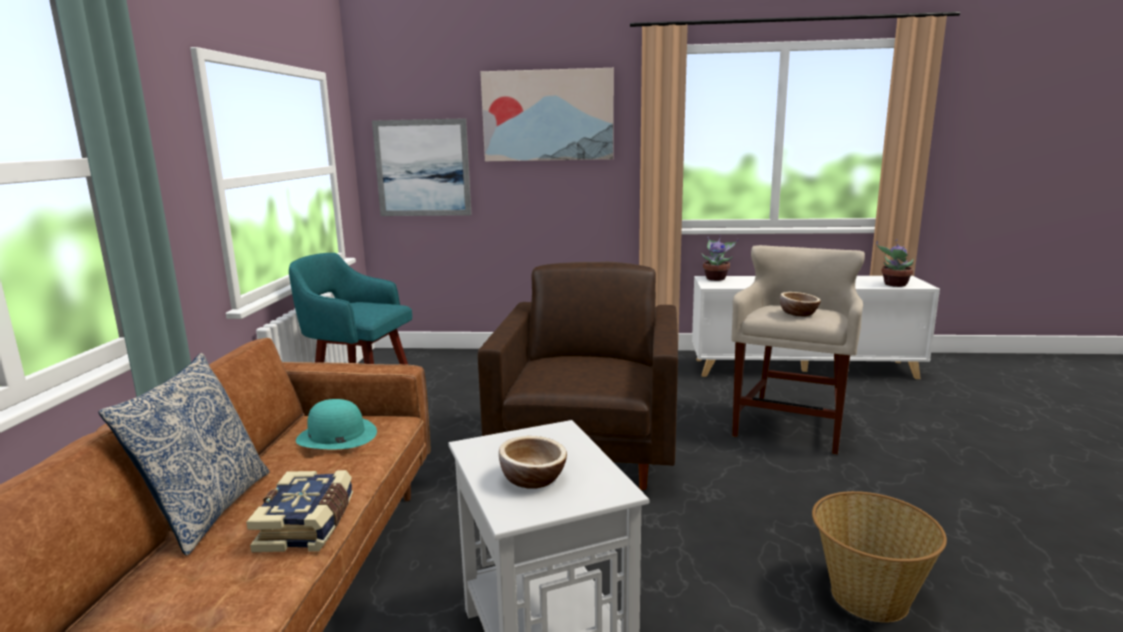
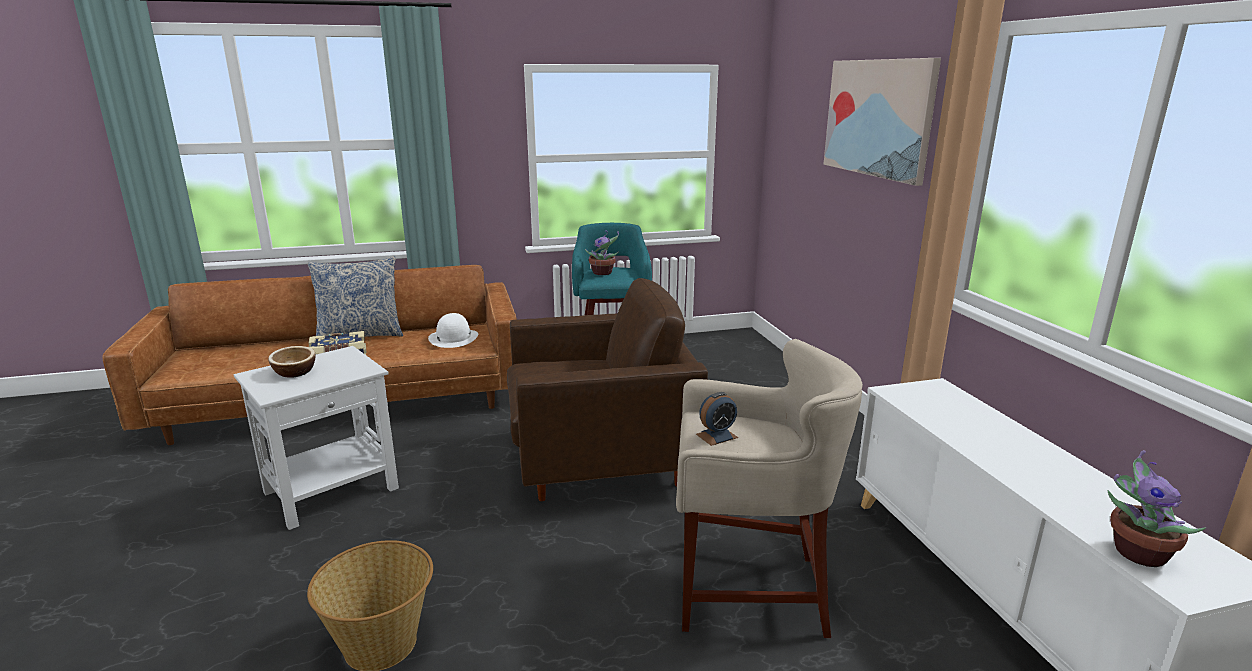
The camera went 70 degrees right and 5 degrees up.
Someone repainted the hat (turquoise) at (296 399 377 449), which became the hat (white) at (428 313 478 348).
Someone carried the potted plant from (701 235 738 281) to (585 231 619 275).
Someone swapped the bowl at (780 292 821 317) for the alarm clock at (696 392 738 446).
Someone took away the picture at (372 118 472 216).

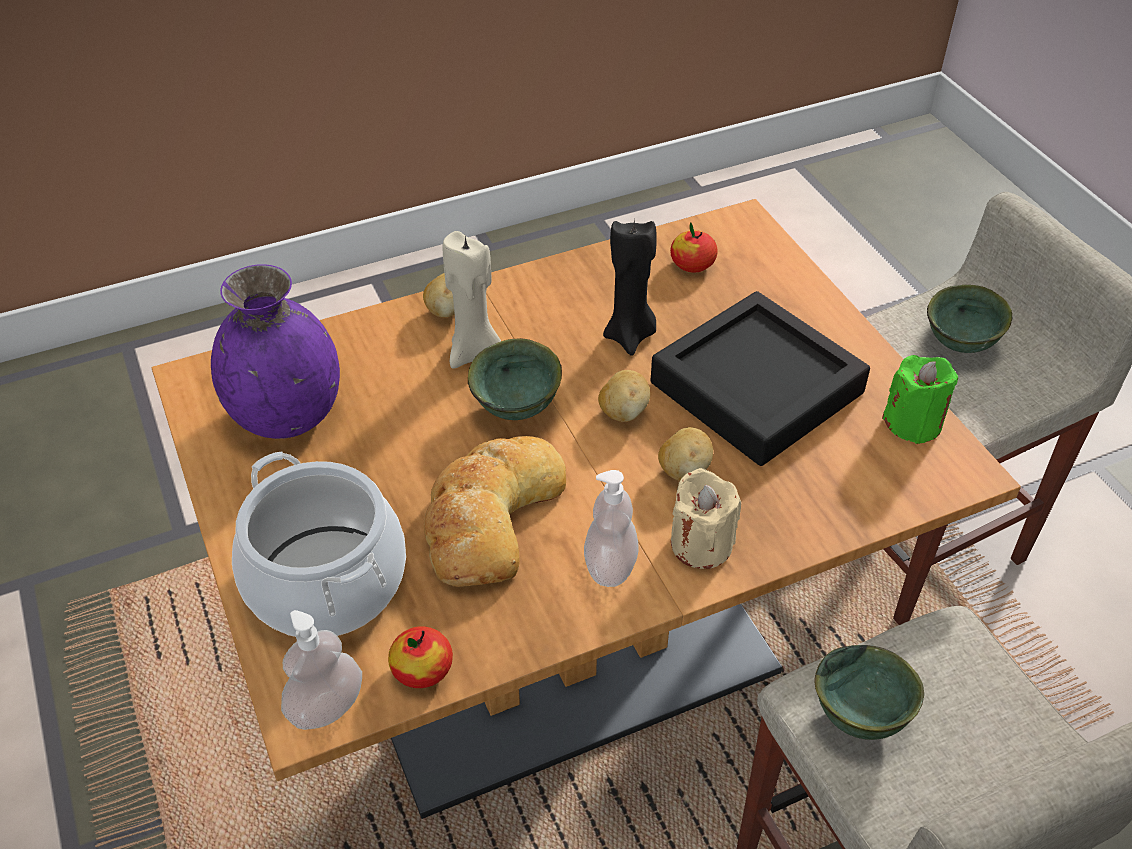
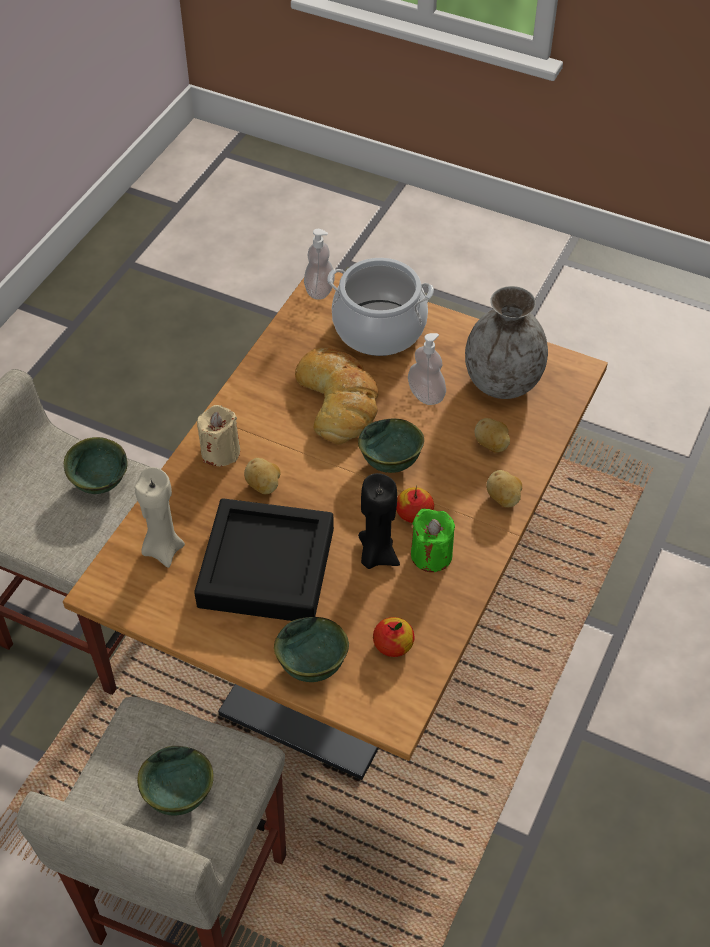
The camera went 140 degrees right and 5 degrees up.
Someone carried the candle (beige) from (443 231 501 368) to (135 467 185 568).
Someone put down the bowl (green) at (274 617 349 682).
Someone carried the apple from (388 626 453 688) to (396 484 434 523).
Someone carried the soap dispenser from (584 470 639 587) to (408 333 446 405).
Someone carried the candle (green) from (882 355 959 444) to (411 509 455 572).
Someone repainted the vase (purple) at (211 264 340 439), which became the vase (grey) at (465 286 548 399).
Someone carried the potato from (598 370 650 422) to (474 418 510 453).

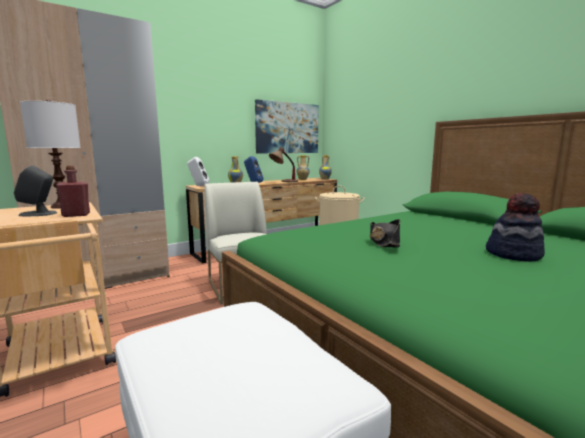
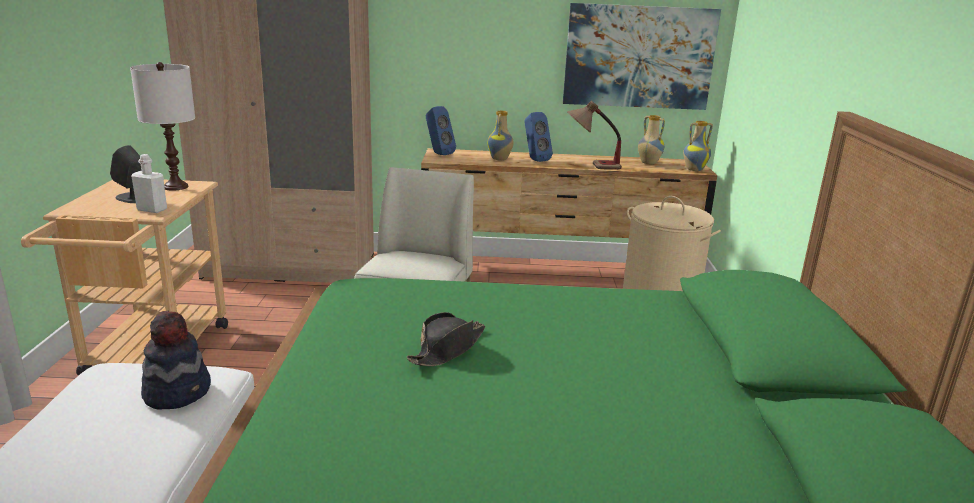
The camera went 35 degrees right and 10 degrees up.
Someone repainted the bottle (red) at (56 166 90 217), which became the bottle (white) at (131 154 167 213).
Someone carried the hat from (486 193 545 262) to (141 310 211 410).
Someone repainted the speaker (white) at (187 157 210 186), which became the speaker (blue) at (426 106 456 155).

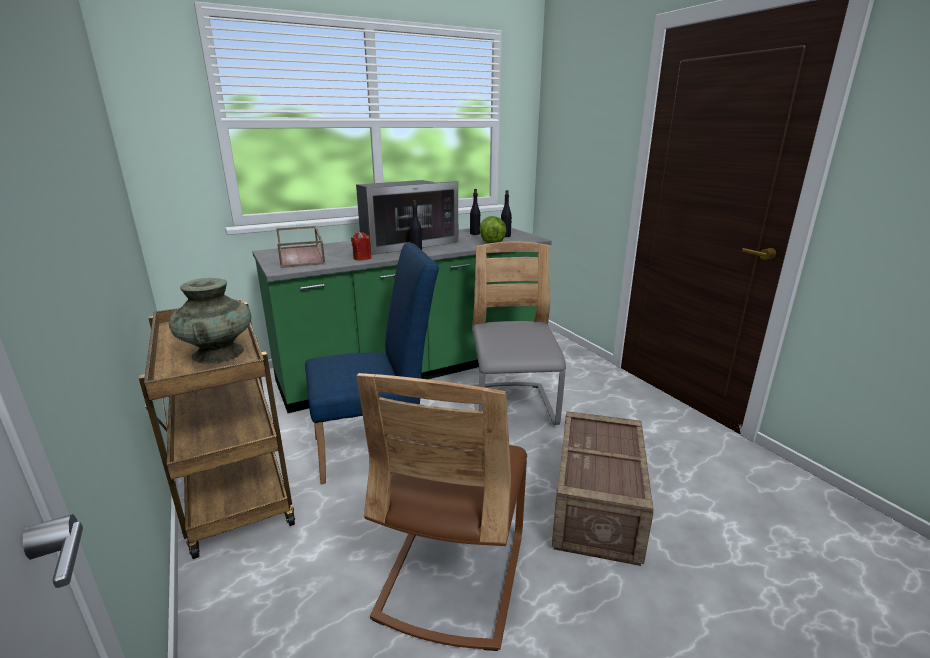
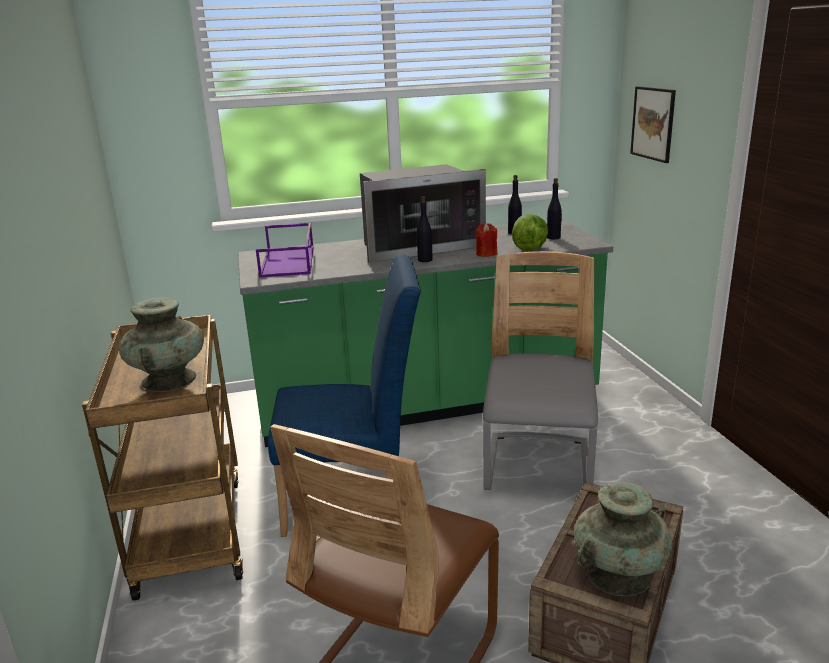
The camera went 15 degrees right and 0 degrees up.
Someone repainted the tray (brown) at (276 226 325 268), which became the tray (purple) at (256 223 313 278).
Someone carried the candle (red) from (351 232 372 261) to (475 223 497 257).
Someone put down the vase (turquoise) at (574 482 673 596).
Someone put up the picture at (630 86 676 163).

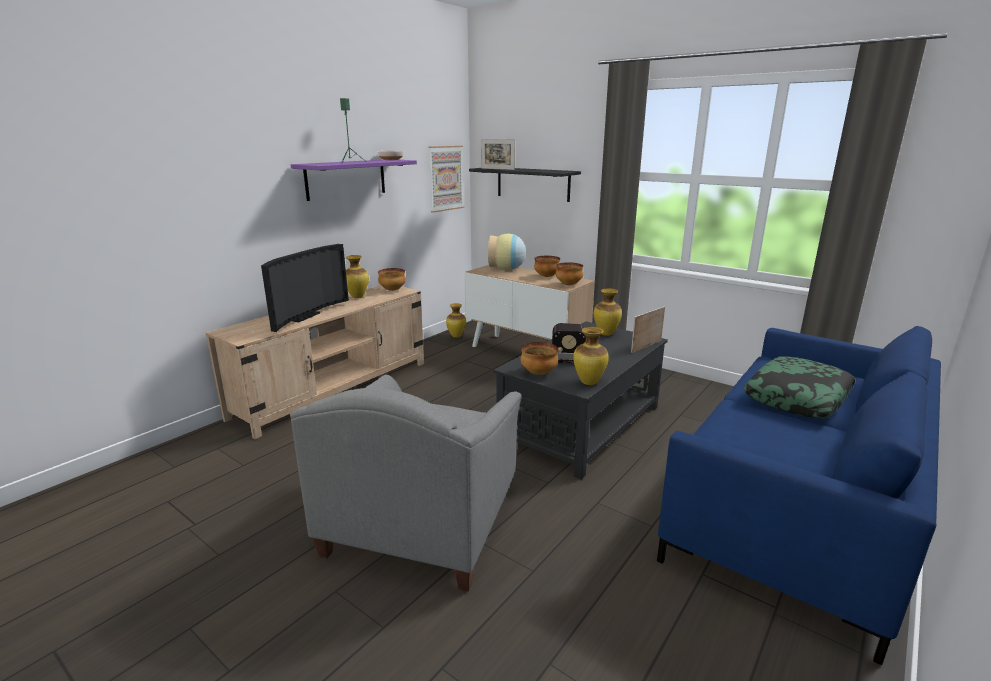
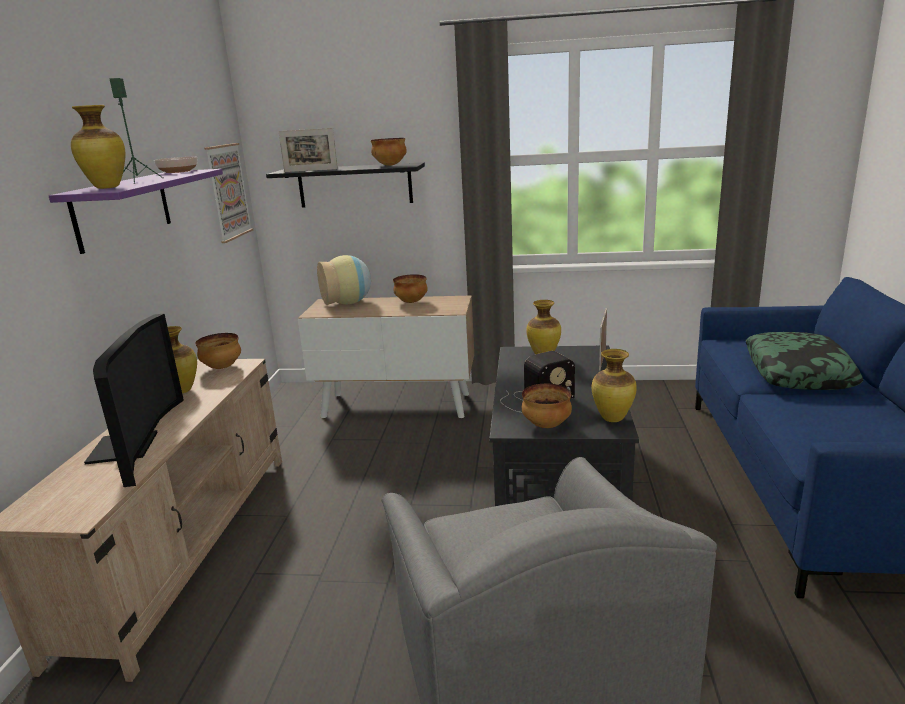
The camera went 30 degrees left and 0 degrees up.
Someone carried the vase from (446 303 466 338) to (71 105 125 189).
Someone carried the bowl from (556 262 583 285) to (371 138 407 166).

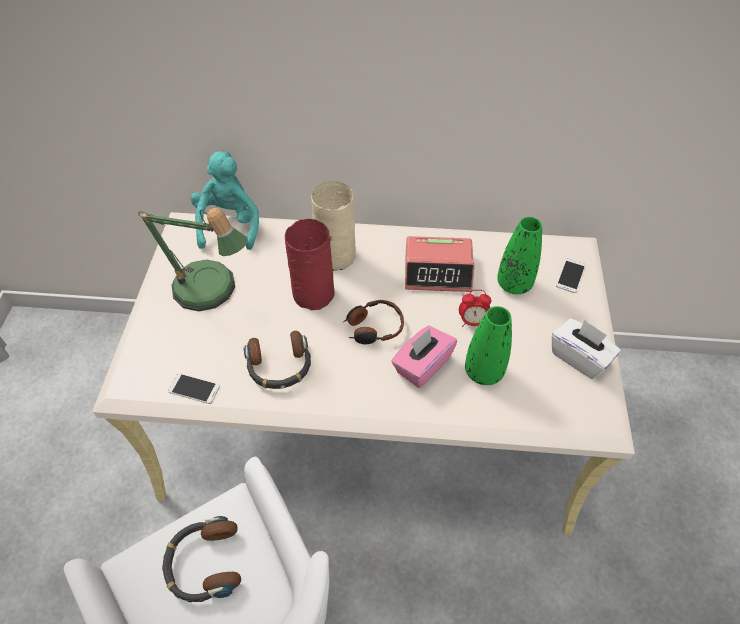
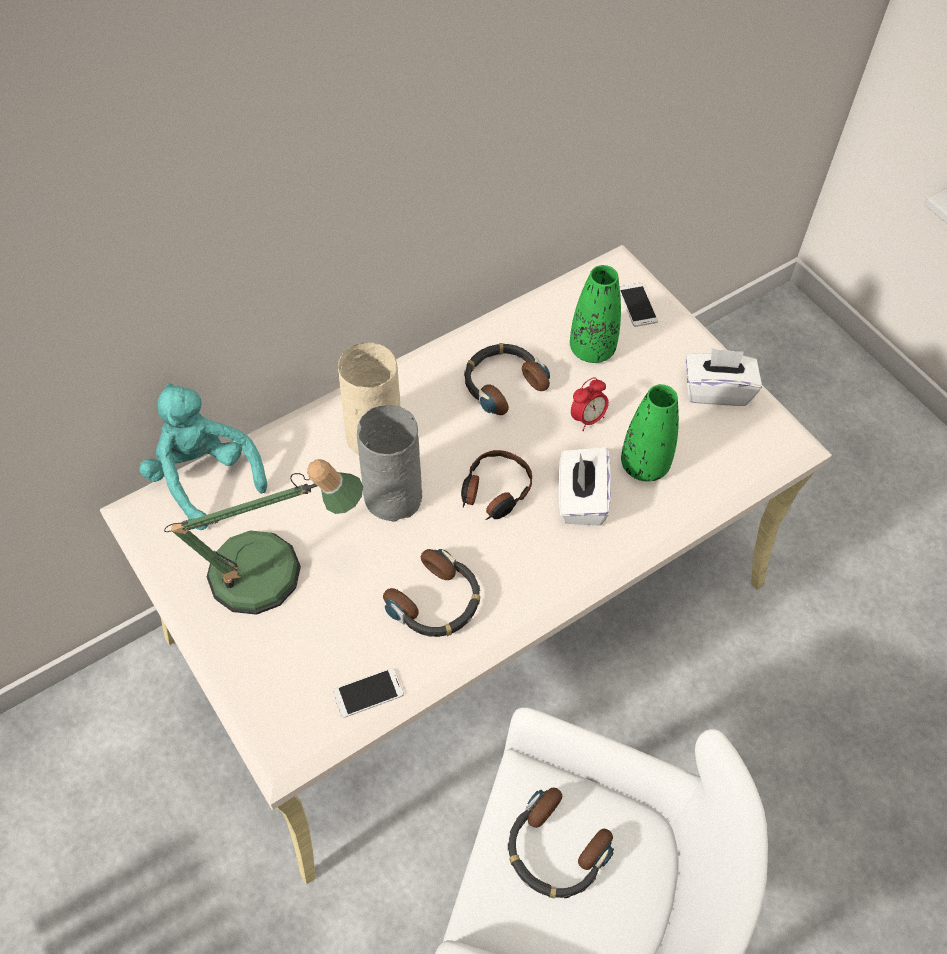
The camera went 40 degrees left and 5 degrees up.
Someone repainted the vase (red) at (285 219 335 311), which became the vase (grey) at (357 405 422 521).
Someone swapped the alarm clock at (405 236 475 292) for the headphones at (464 343 550 415).
Someone repainted the tissue box (pink) at (391 326 457 388), which became the tissue box (white) at (558 447 611 526).

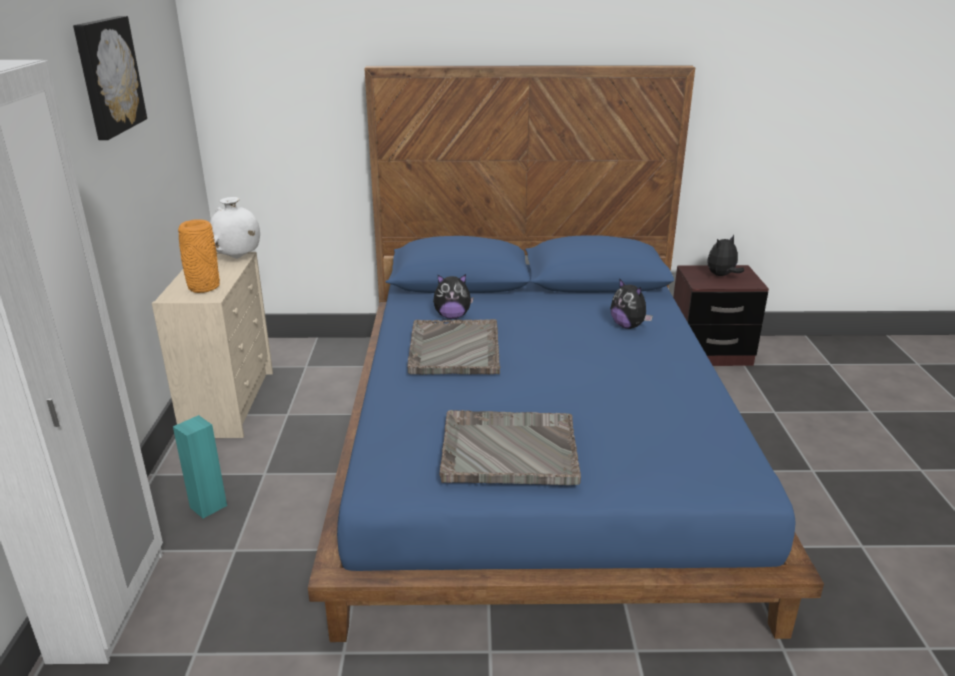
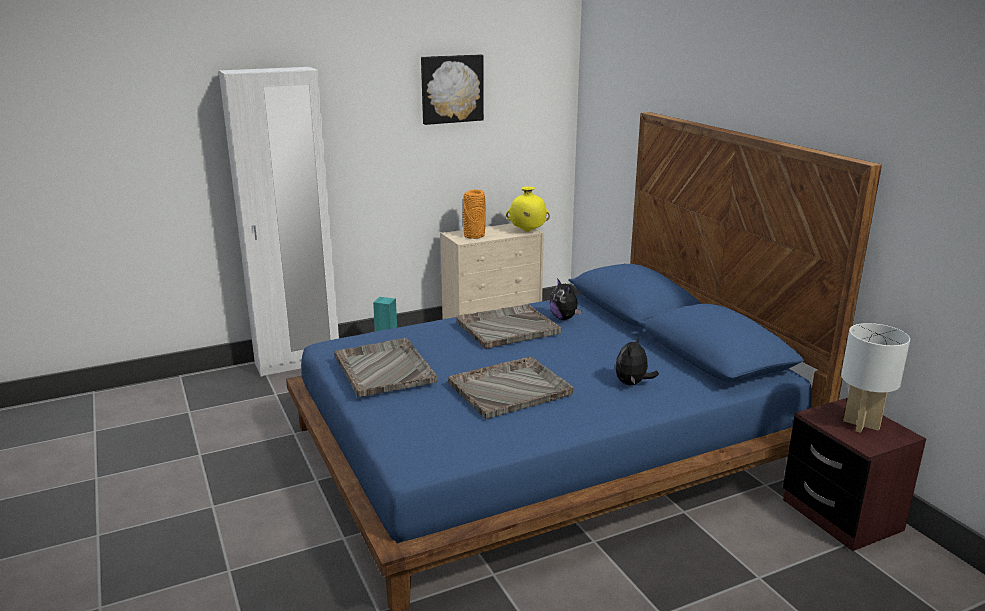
The camera went 65 degrees right and 5 degrees down.
Someone put down the tray (grey) at (448 356 573 419).
Someone repainted the vase (white) at (210 197 260 259), which became the vase (yellow) at (506 187 550 232).
Someone swapped the plush toy at (707 235 744 276) for the table lamp (white) at (841 323 910 433).

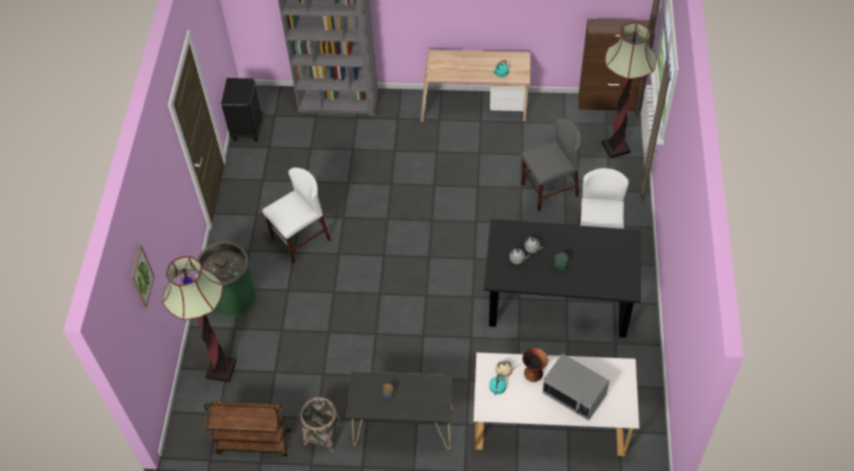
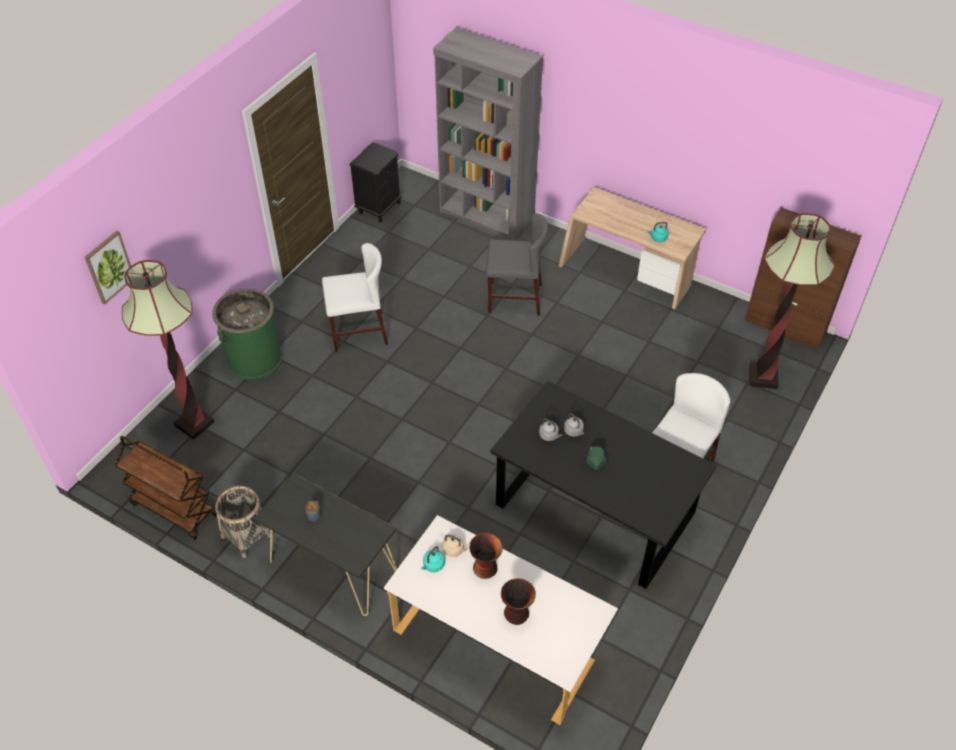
The camera went 25 degrees right and 5 degrees down.
Someone carried the chair (grey) from (521 118 582 211) to (486 213 548 316).
Someone swapped the microwave at (542 353 609 420) for the vase at (501 578 536 625).

